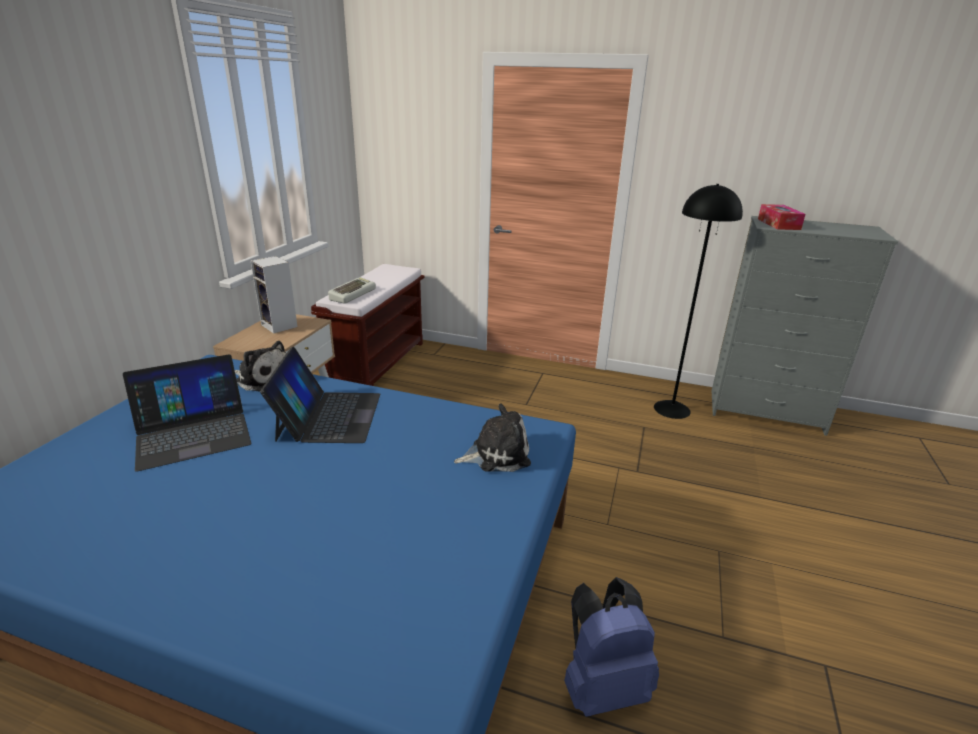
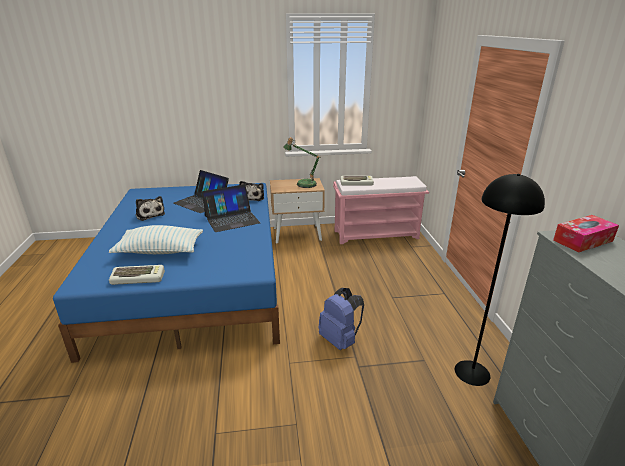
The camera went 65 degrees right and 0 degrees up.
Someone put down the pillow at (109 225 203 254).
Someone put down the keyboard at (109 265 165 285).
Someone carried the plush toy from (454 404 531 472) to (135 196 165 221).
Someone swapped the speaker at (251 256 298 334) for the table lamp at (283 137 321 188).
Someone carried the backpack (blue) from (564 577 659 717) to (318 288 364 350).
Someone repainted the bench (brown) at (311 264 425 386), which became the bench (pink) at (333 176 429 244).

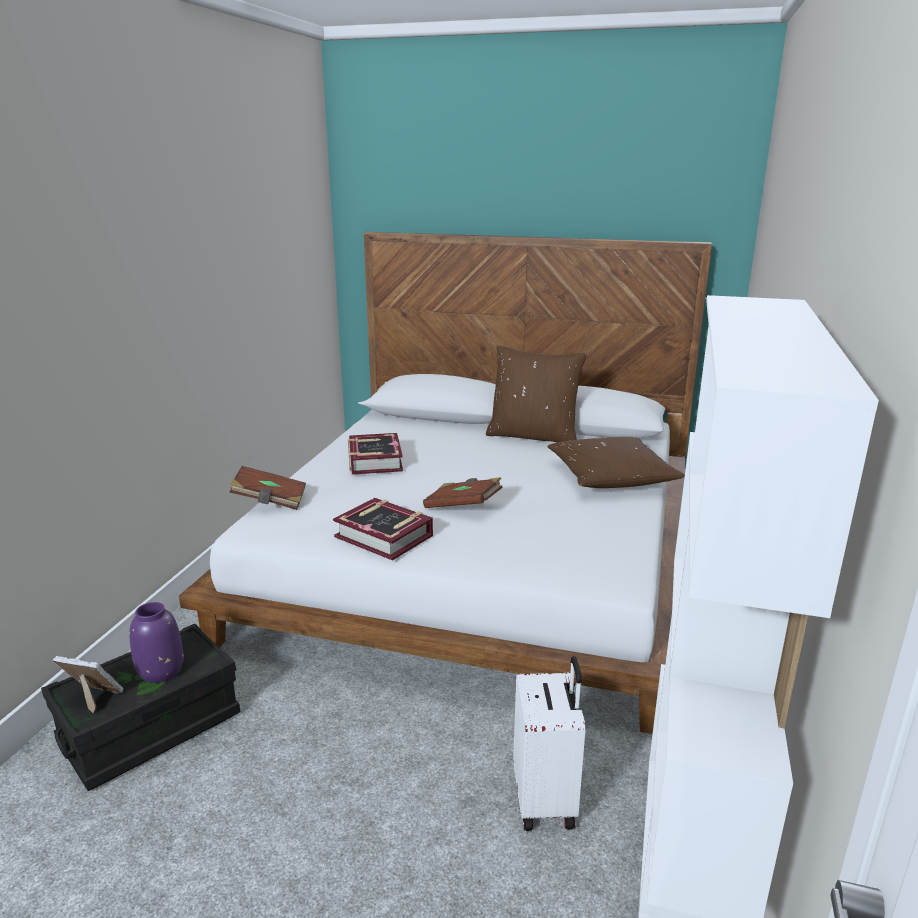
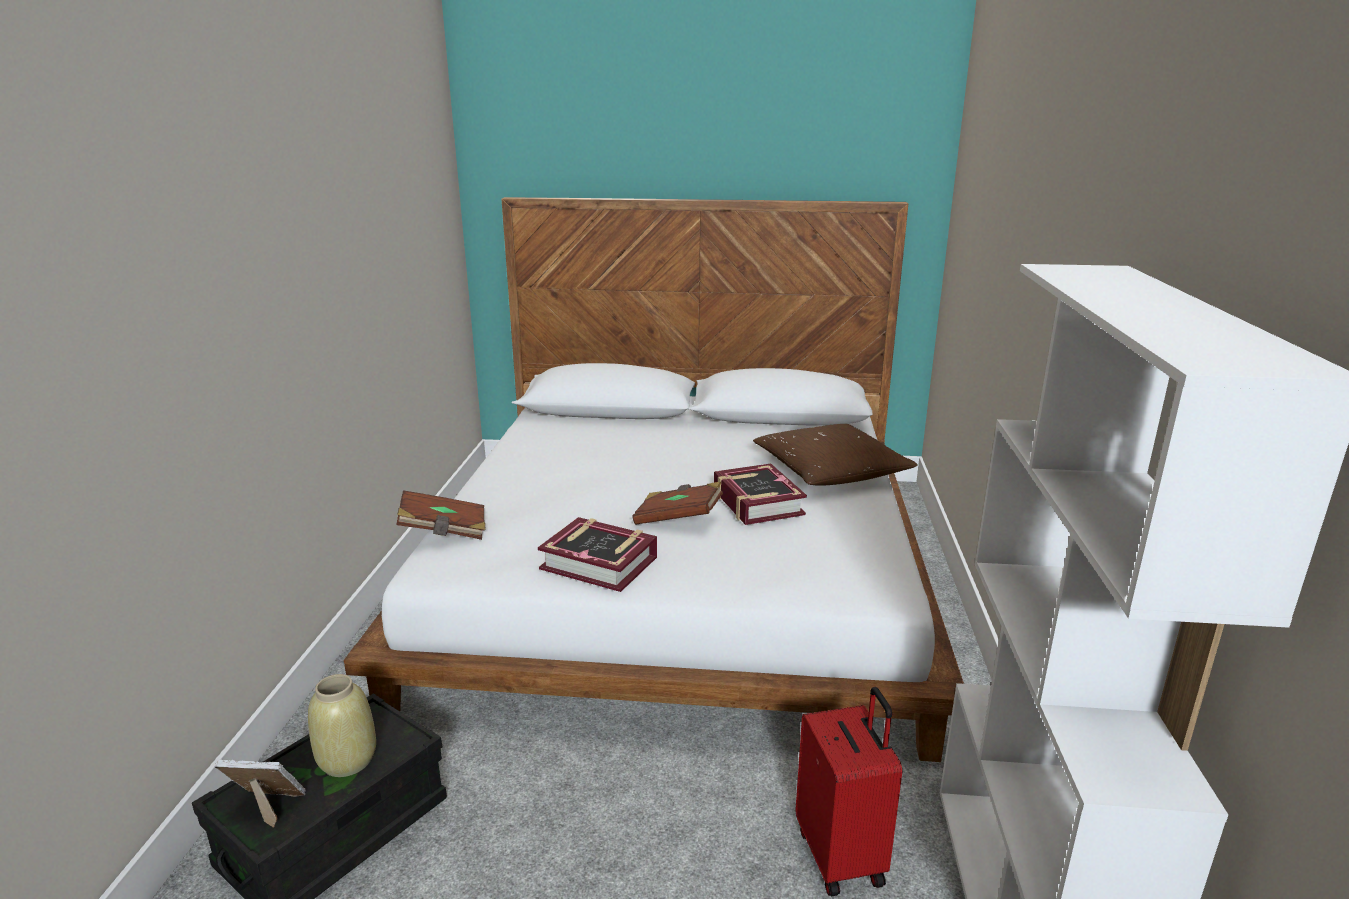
The camera went 10 degrees left and 0 degrees up.
Someone repainted the vase (purple) at (130 602 184 683), which became the vase (beige) at (308 674 376 777).
Someone carried the book from (348 433 403 475) to (714 463 807 525).
Someone repainted the suitcase (white) at (513 656 585 831), which became the suitcase (red) at (795 687 902 897).
Someone took away the pillow (brown) at (486 346 587 442).

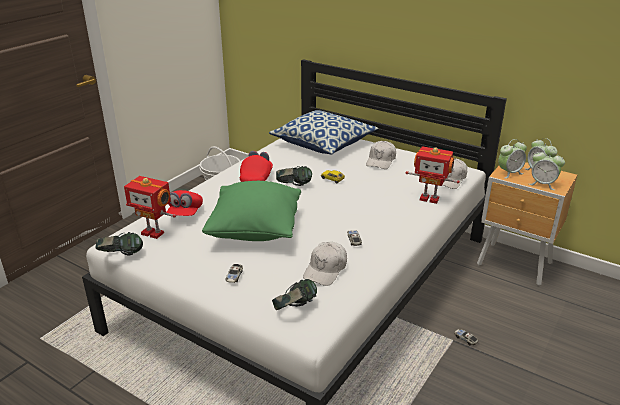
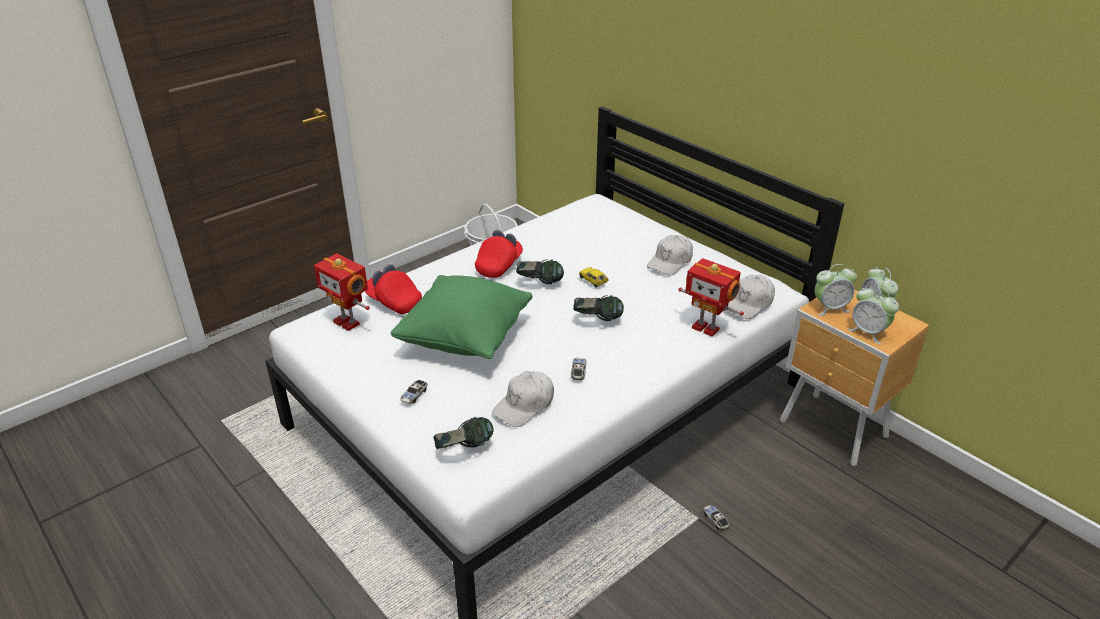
The camera went 15 degrees right and 5 degrees up.
Someone rotated the cap (red) at (166 190 203 216) by 105 degrees clockwise.
Someone carried the headphones from (96 232 143 255) to (573 295 624 321).
Someone took away the pillow at (269 110 379 155).

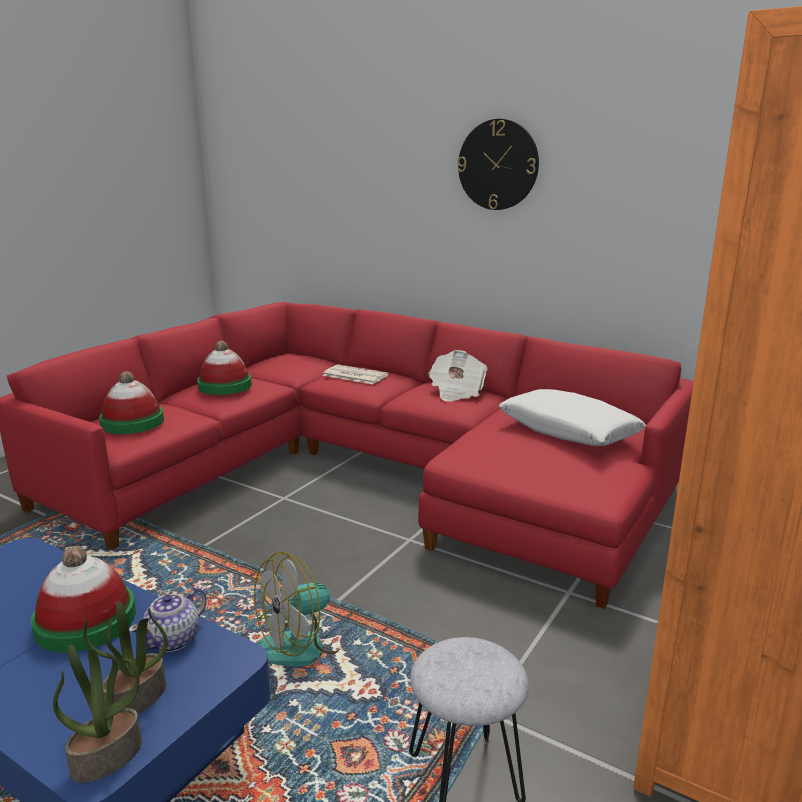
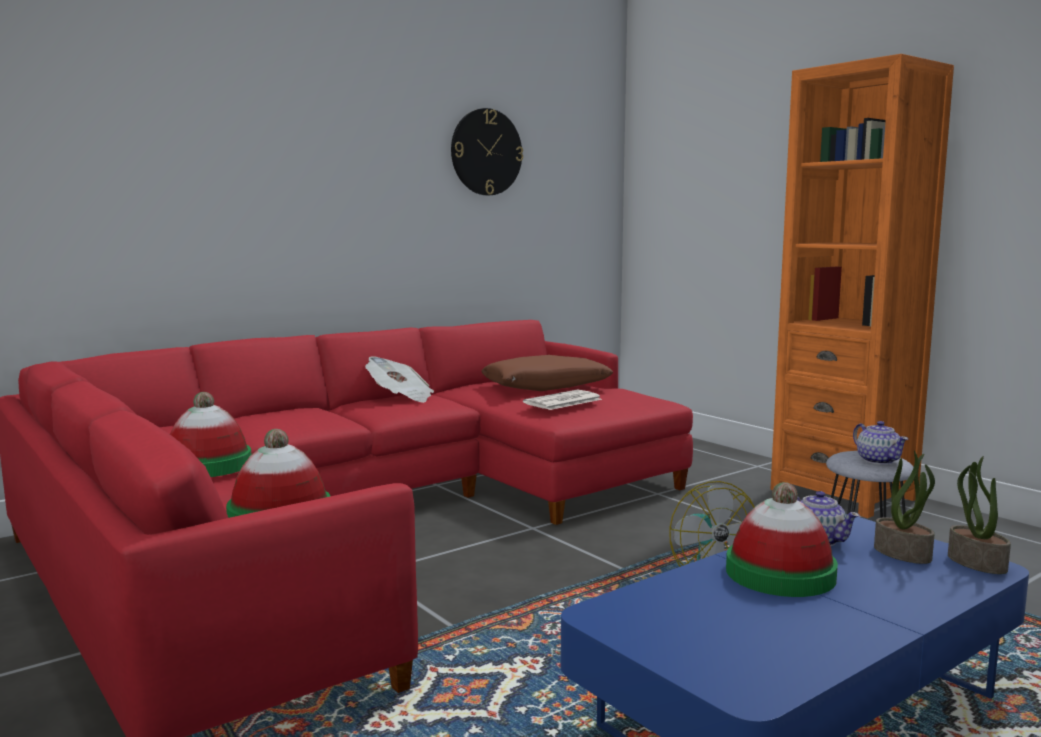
The camera went 70 degrees left and 10 degrees down.
Someone carried the wall clock from (457 119 539 210) to (451 108 523 195).
Someone repainted the pillow (white) at (499 389 646 446), which became the pillow (brown) at (481 355 613 391).
Someone carried the newspaper from (322 365 389 384) to (523 389 602 410).
Someone put down the teapot at (853 421 908 465).

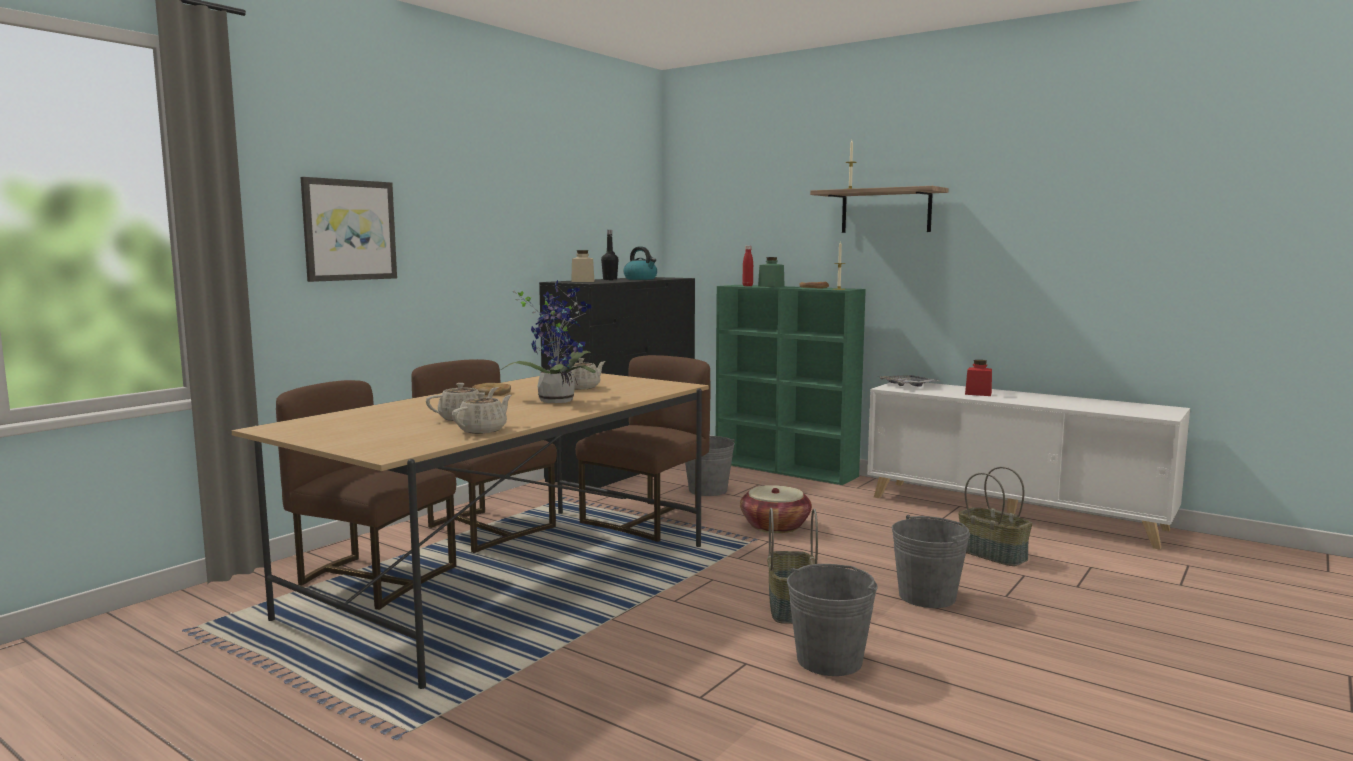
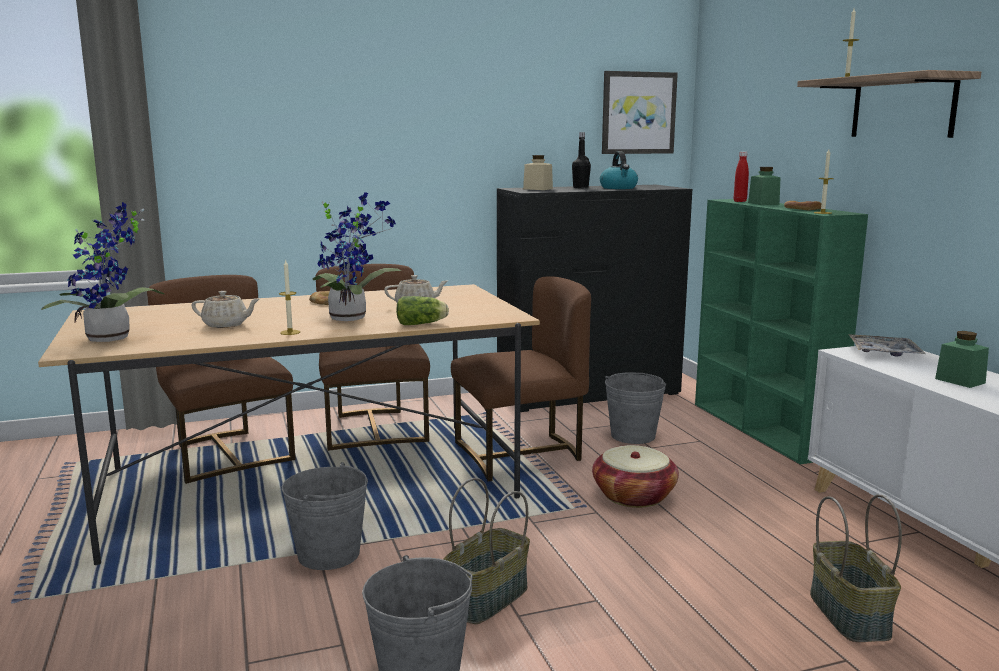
The camera went 35 degrees right and 5 degrees up.
Someone put down the potted plant at (41 202 165 342).
Someone put down the candle at (279 260 300 335).
Someone carried the bucket (grey) from (892 515 970 608) to (282 462 368 570).
Someone put down the lettuce at (396 296 449 325).
Someone carried the picture from (301 177 397 282) to (602 71 678 154).
Someone repainted the jar (red) at (965 360 992 396), which became the jar (green) at (935 331 989 388).
Someone took away the teapot (beige) at (452 392 512 434).

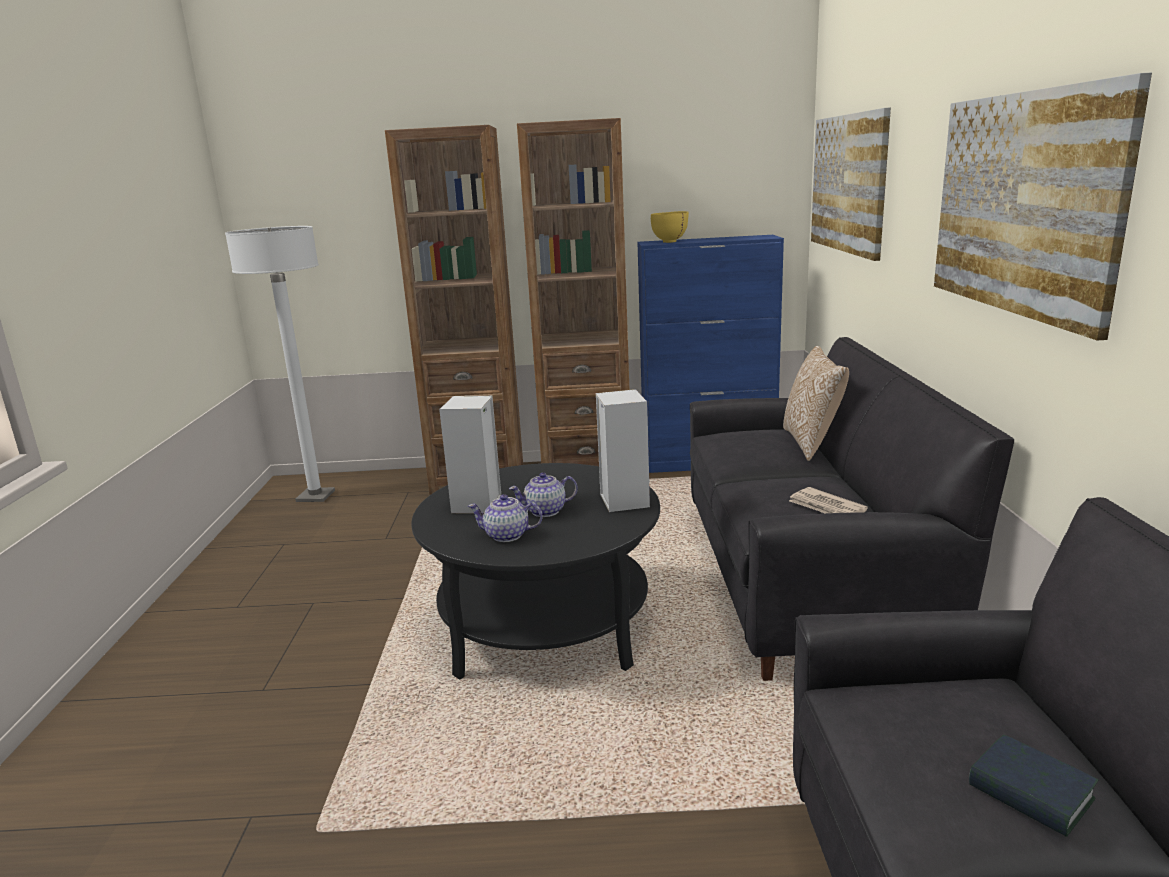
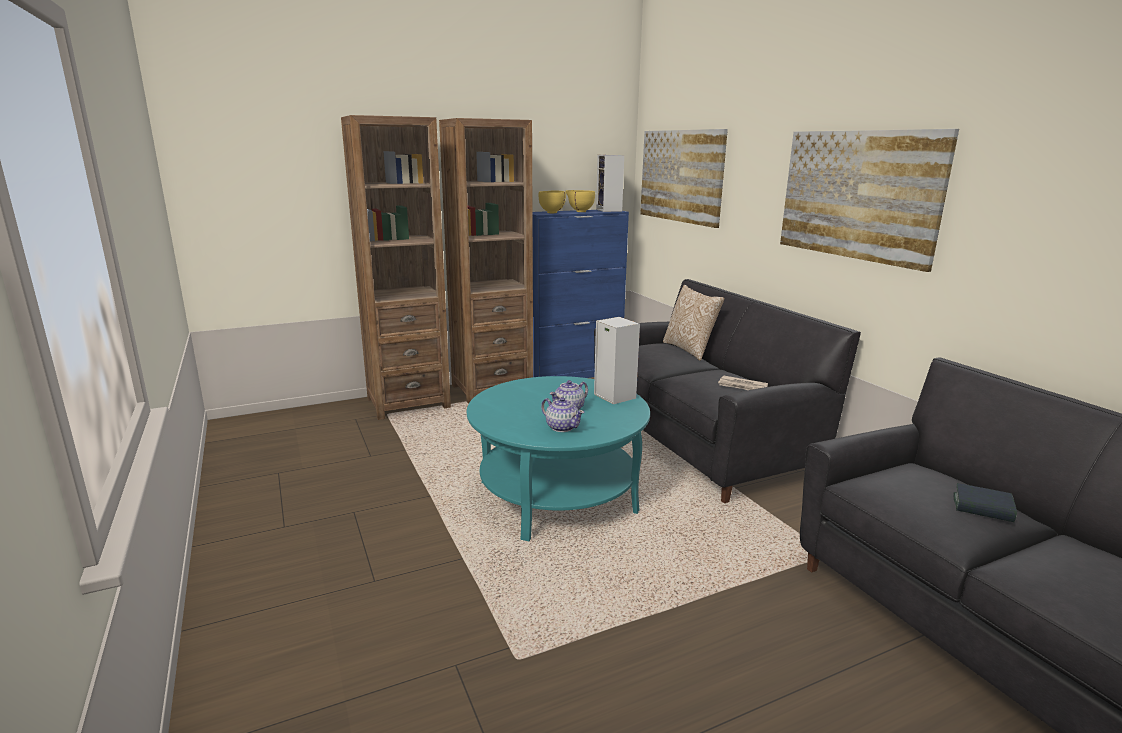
The camera went 25 degrees left and 0 degrees up.
Someone repainted the coffee table (black) at (411 463 660 679), which became the coffee table (turquoise) at (467 376 650 541).
Someone rotated the teapot at (468 494 543 542) by 120 degrees counterclockwise.
Someone put down the bowl (yellow) at (566 190 595 212).
Someone carried the speaker from (439 396 501 514) to (596 155 624 212).
Someone took away the floor lamp (white) at (225 226 335 502).

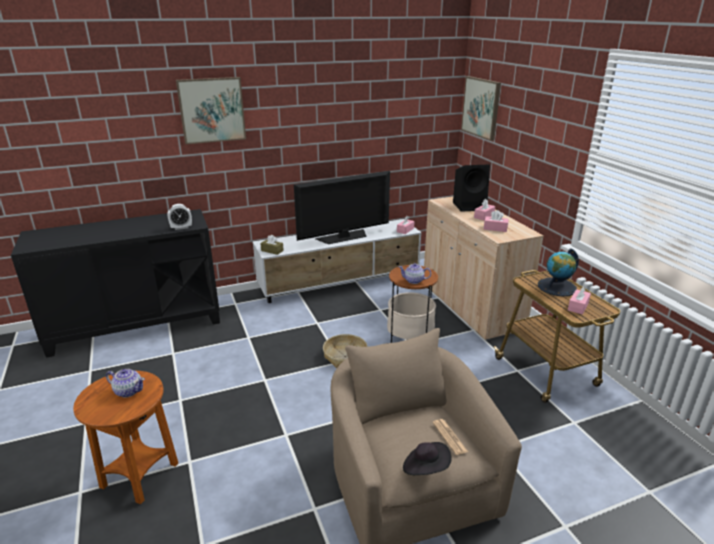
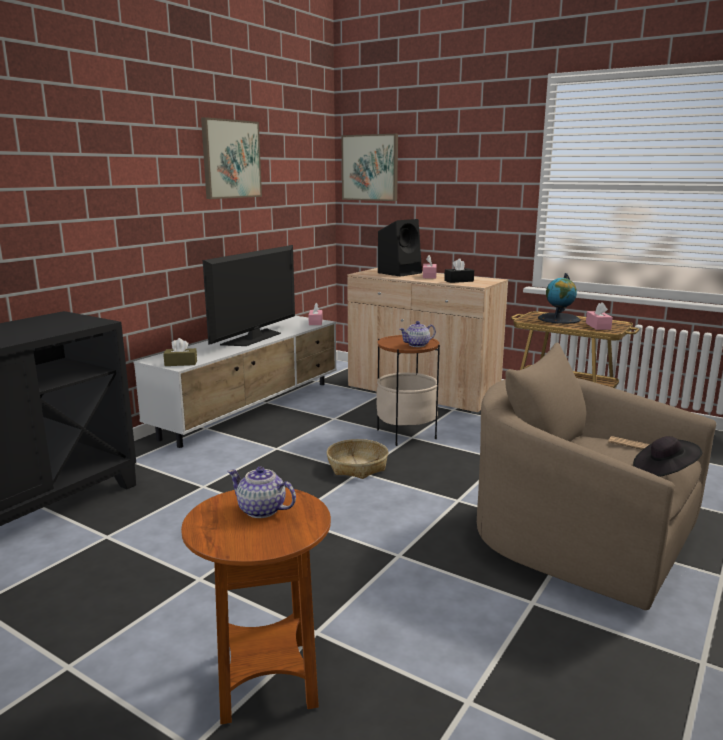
The camera went 35 degrees left and 10 degrees down.
Someone carried the picture from (176 77 246 144) to (201 117 262 199).
Someone rotated the teapot at (106 369 145 398) by 135 degrees counterclockwise.
Someone repainted the tissue box (pink) at (484 210 509 232), which became the tissue box (black) at (444 258 474 283).
Someone took away the alarm clock at (168 204 192 230).

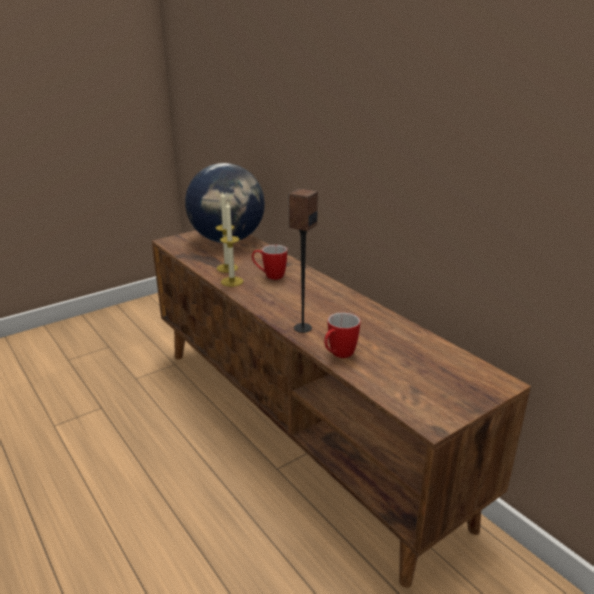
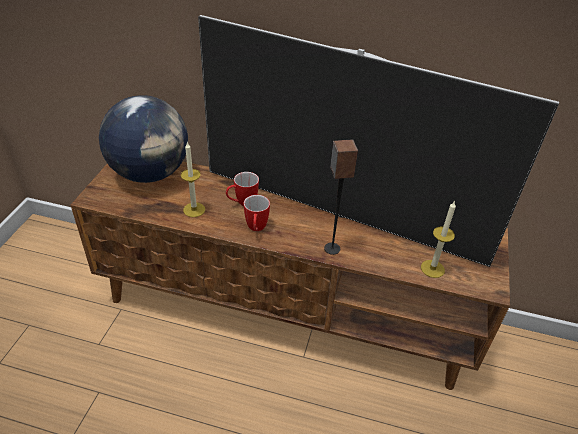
The camera went 40 degrees left and 15 degrees up.
Someone put down the television at (198 15 559 267).
Someone carried the mug from (324 312 360 358) to (244 195 270 231).
Someone carried the candle from (220 201 243 287) to (421 201 456 278).

